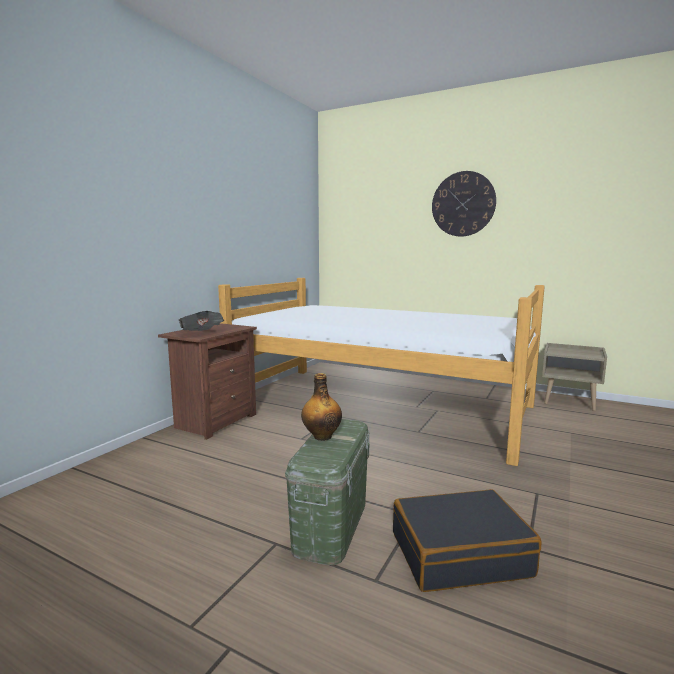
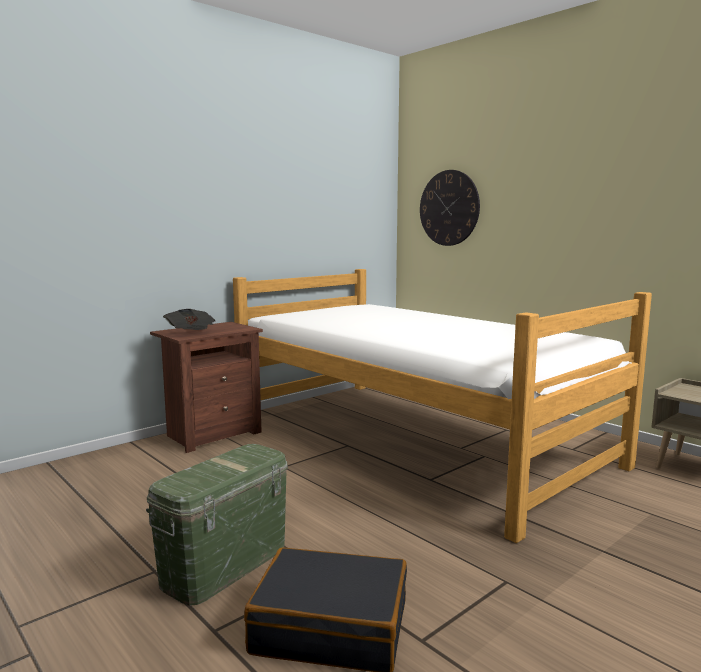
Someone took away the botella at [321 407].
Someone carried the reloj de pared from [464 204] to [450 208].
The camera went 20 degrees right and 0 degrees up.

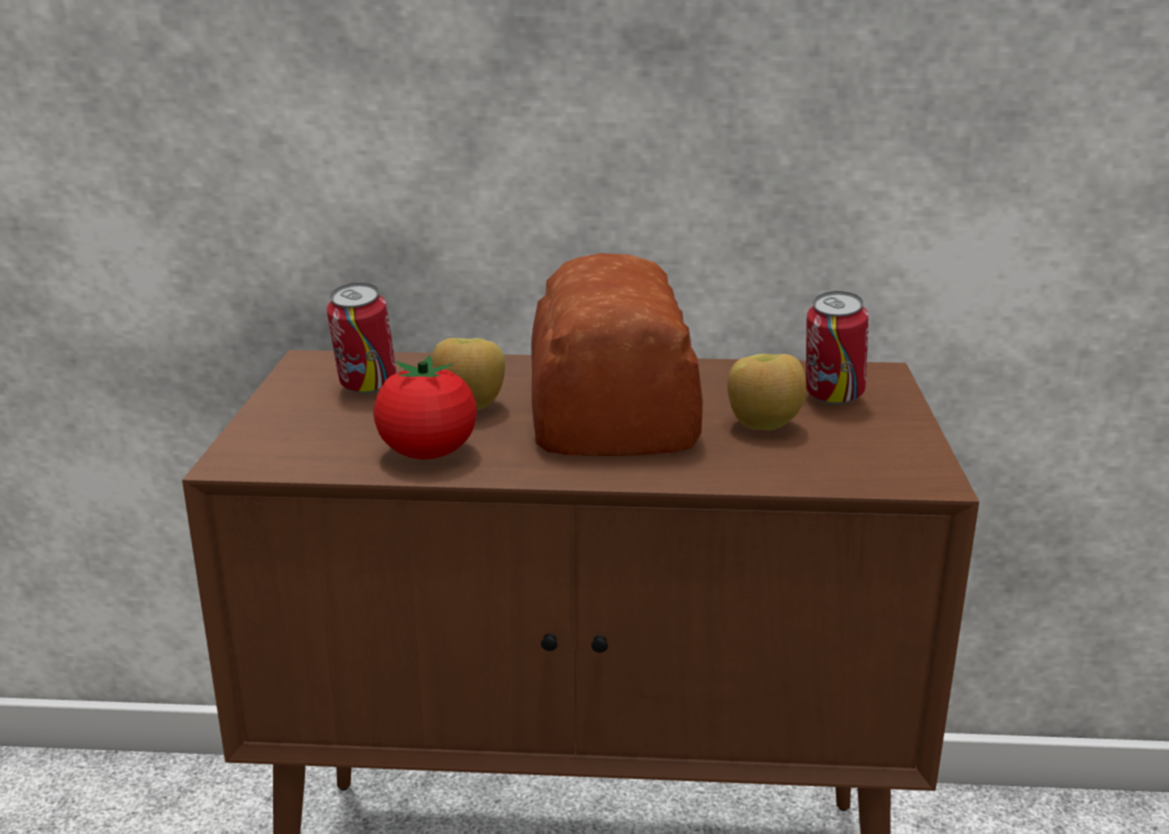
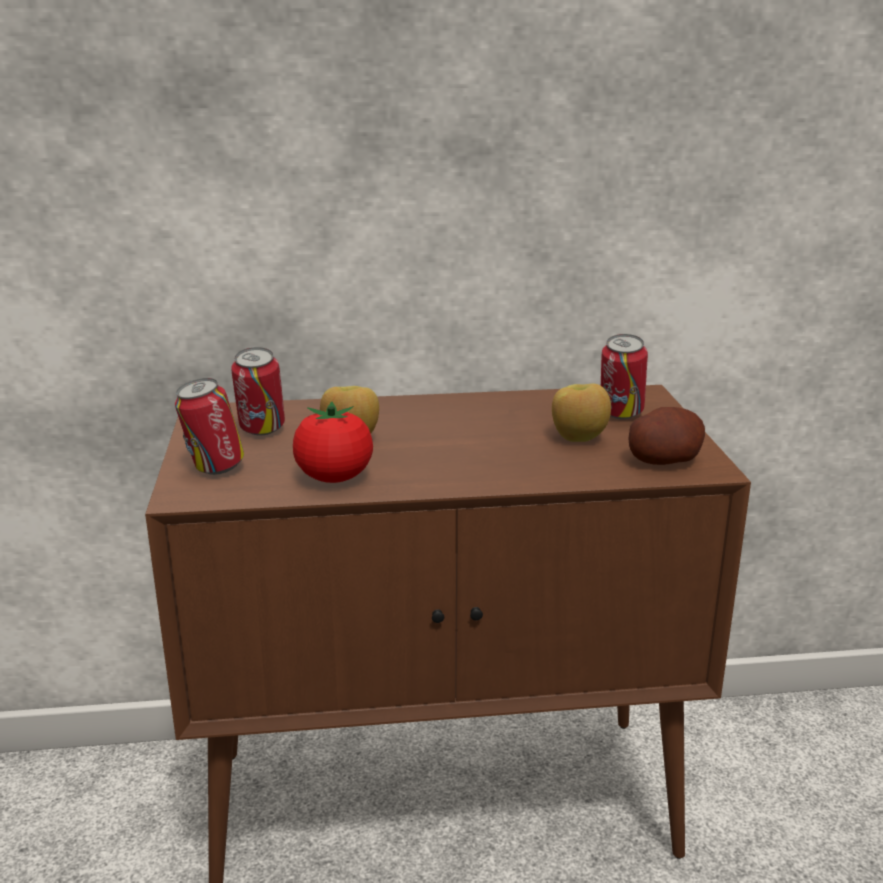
Someone took away the pan at [617 354].
Someone put down the lata at [209 426].
Someone put down the patata at [666 436].
The camera went 10 degrees left and 0 degrees up.

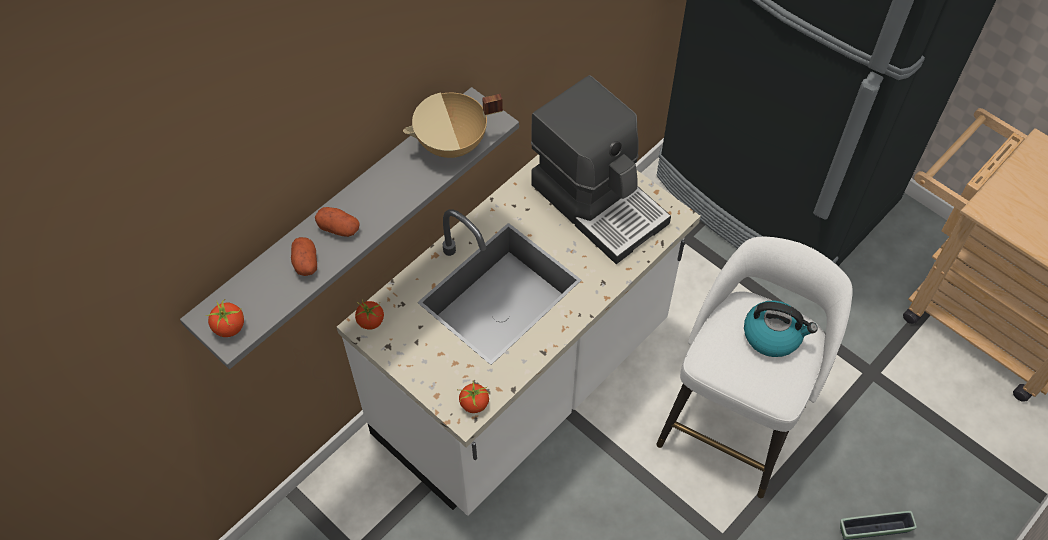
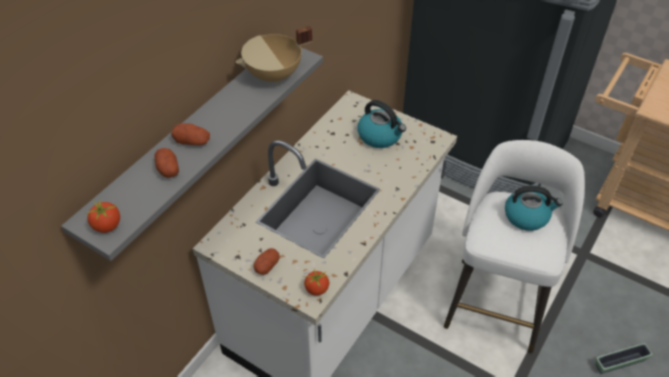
Someone took away the tomate at [369 314].
Someone swapped the cafetera at [601 169] for the hervidor at [382 124].
Someone put down the patata at [266 261].
The camera went 10 degrees left and 10 degrees down.

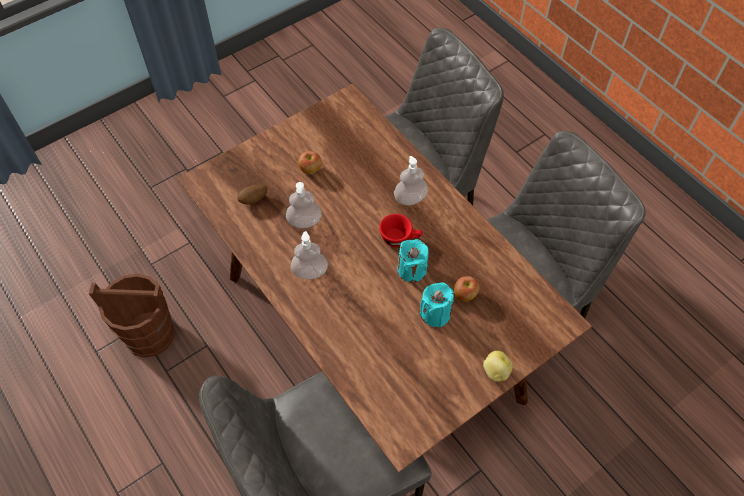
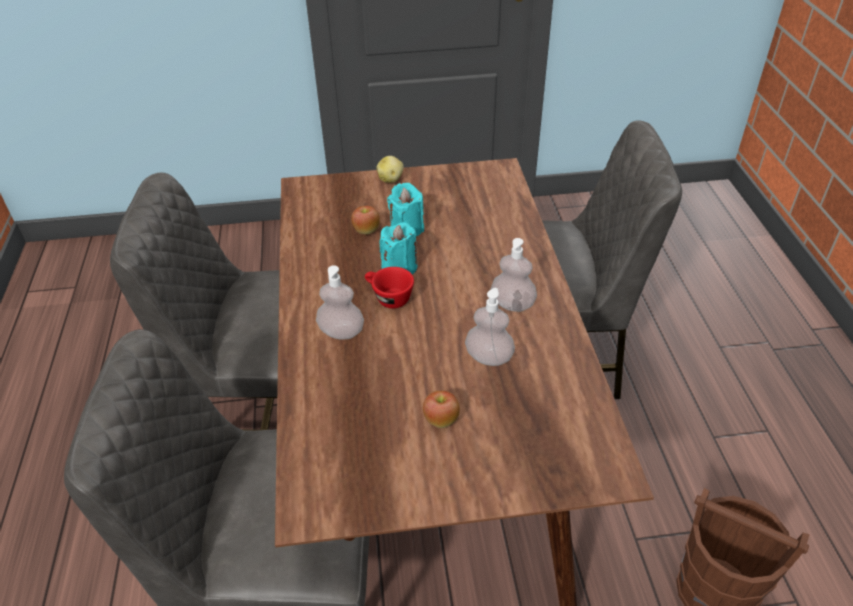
Someone took away the patata at [252 195].
The camera went 150 degrees left and 15 degrees down.

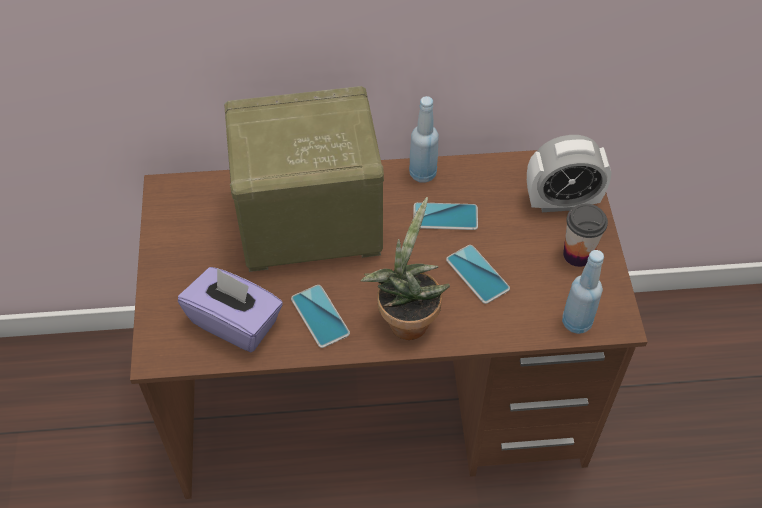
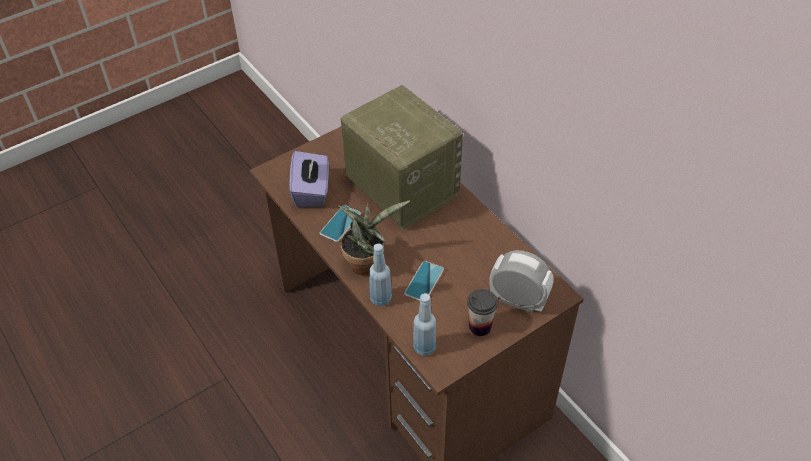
Someone carried the botella [azul] from [424 139] to [380 274].
Someone took away the móvil at [445 216].
Someone rotated the despertador at [569 173] by 150 degrees clockwise.
The camera went 60 degrees right and 5 degrees down.

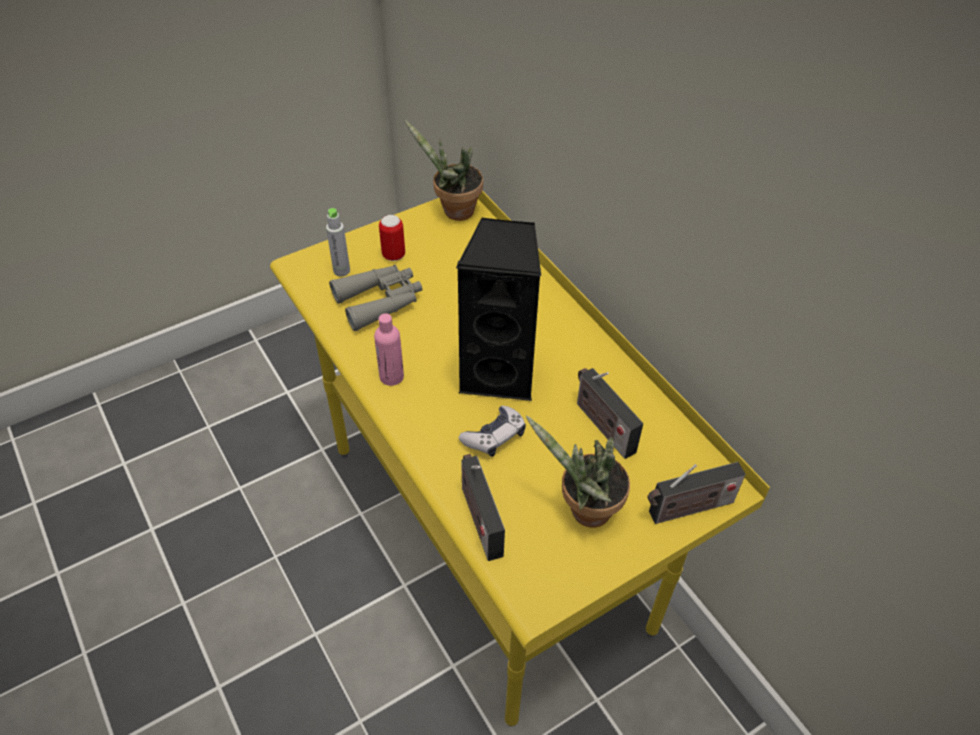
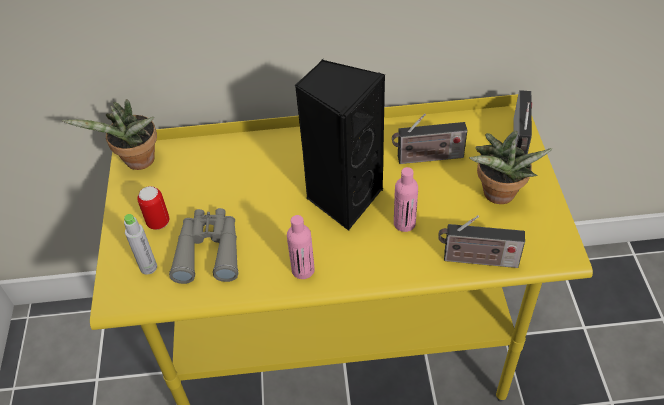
Someone swapped the mando de consola at [492 431] for the botella [rosa] at [406 199].
The camera went 60 degrees left and 0 degrees up.

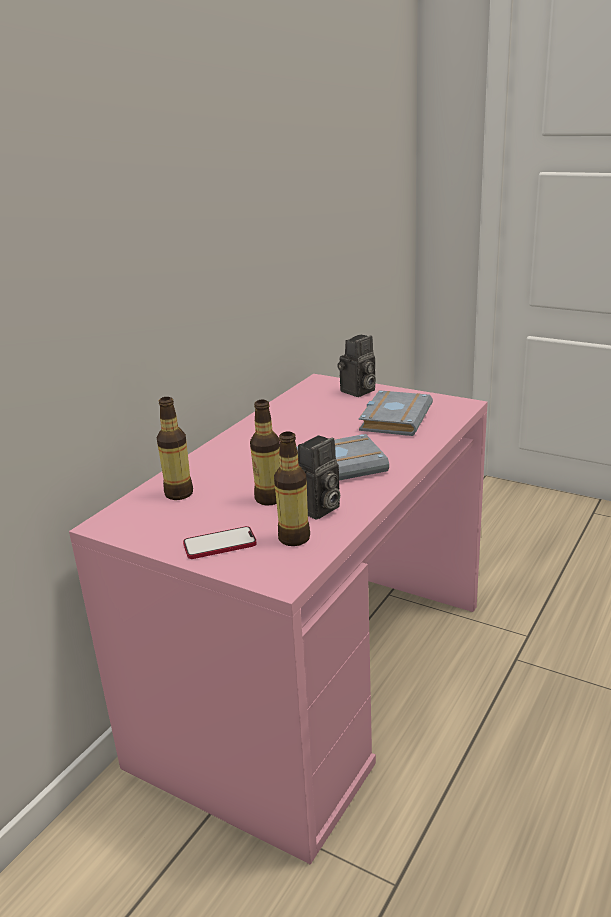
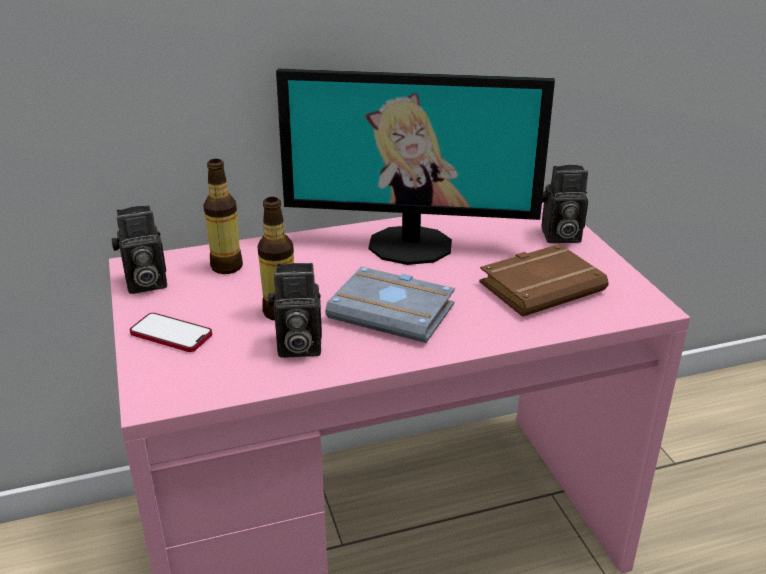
Someone took away the botella at [292 489].
Someone repainted the libro [gris] at [396 413], which became the libro [marrón] at [544 280].
Someone put down the cámara at [139 249].
Someone put down the monitor at [415 167].
The camera went 40 degrees right and 5 degrees up.

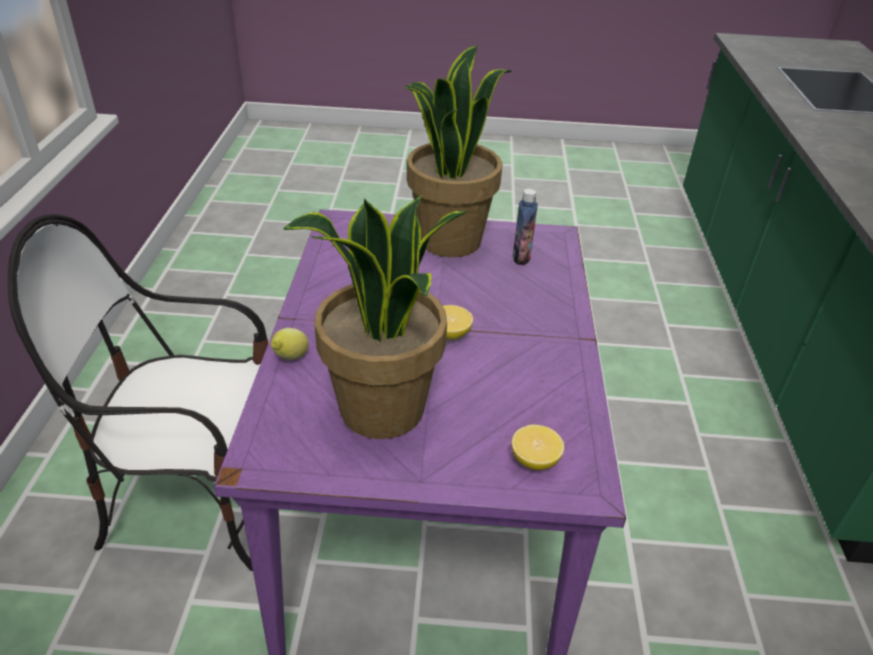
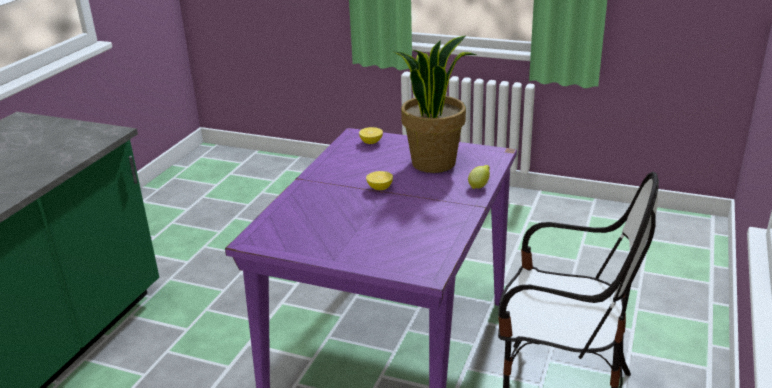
Someone took away the planta en maceta at [458 151].
Someone took away the botella at [525 227].
The camera went 160 degrees left and 10 degrees down.

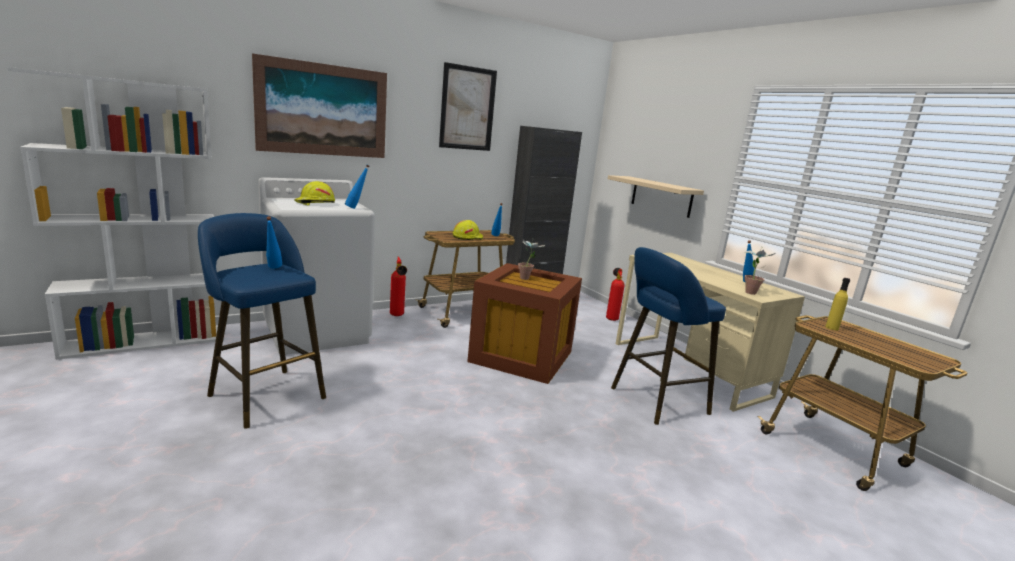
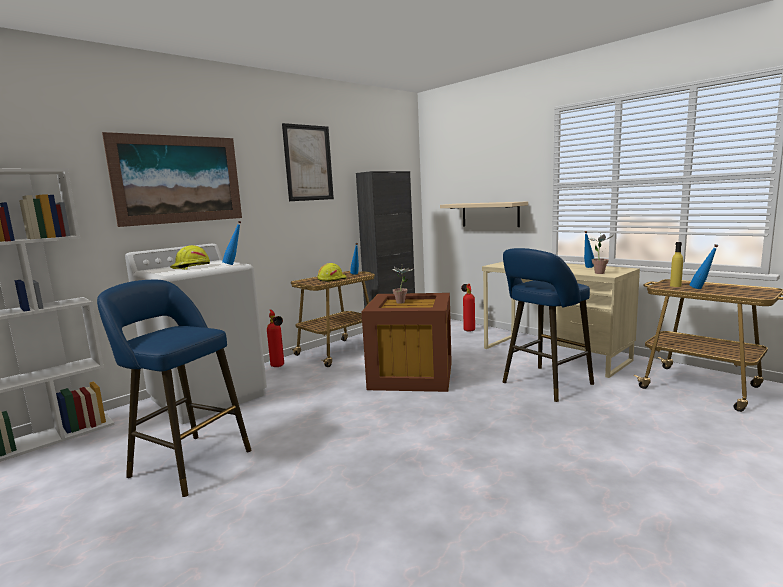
Someone carried the botella [azul] from [274 242] to [704 266].
The camera went 10 degrees left and 5 degrees down.

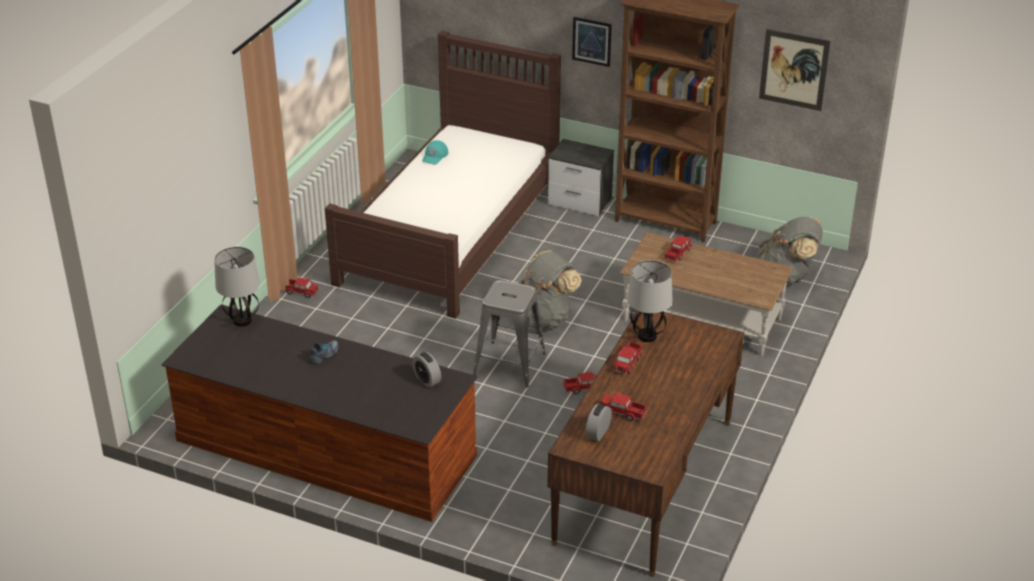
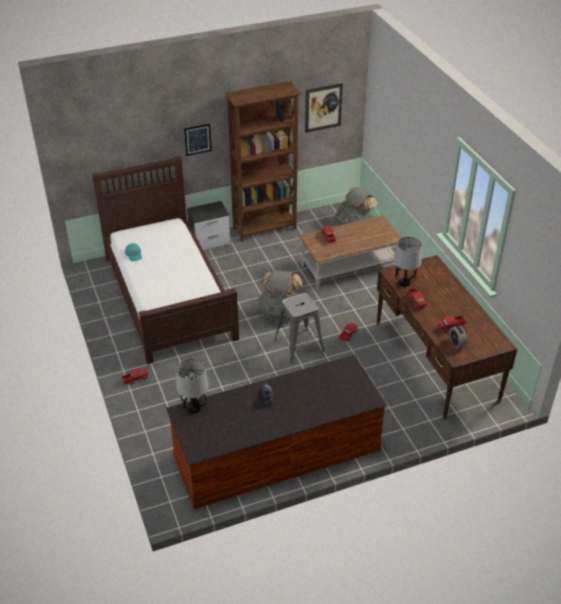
Someone took away the despertador at [427 370].
The camera went 45 degrees left and 5 degrees up.

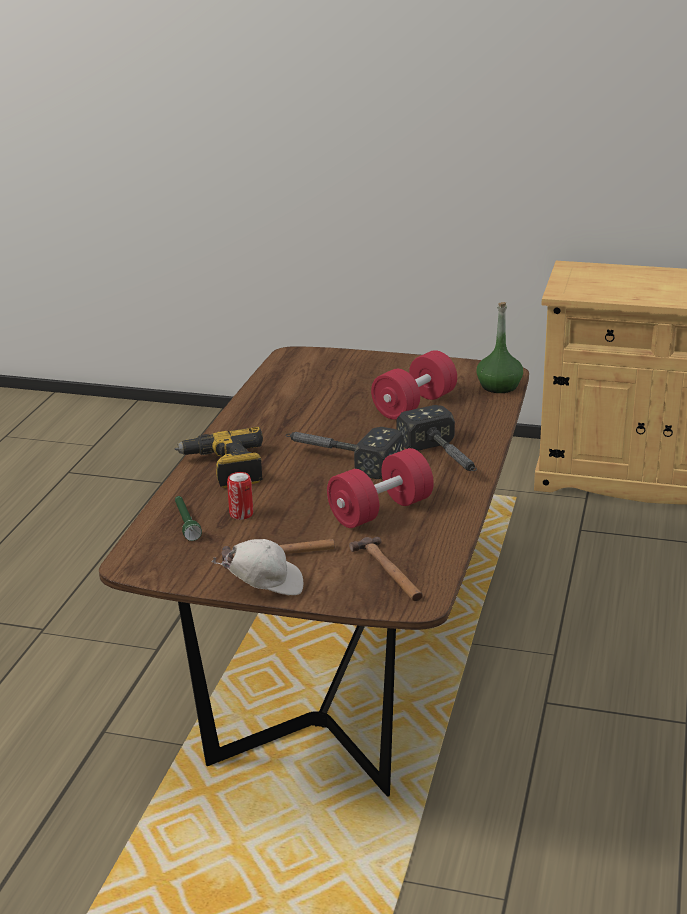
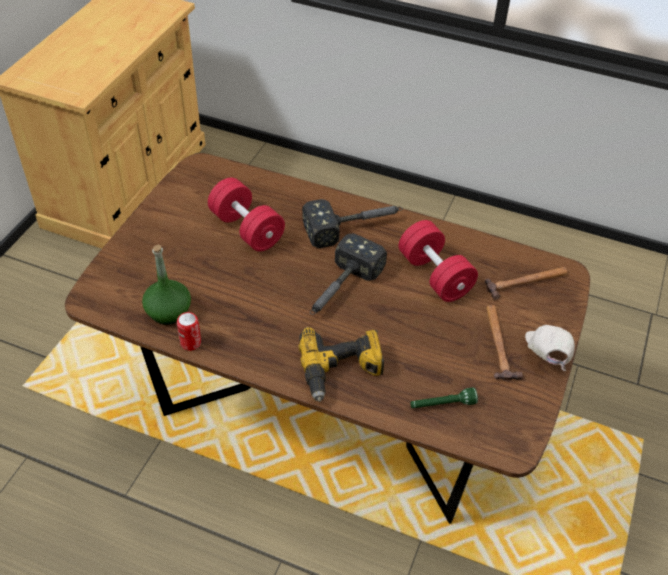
Someone carried the lata from [240 496] to [189 331].
Someone carried the botella [verde] from [499 347] to [166 284].
The camera went 85 degrees left and 20 degrees up.

